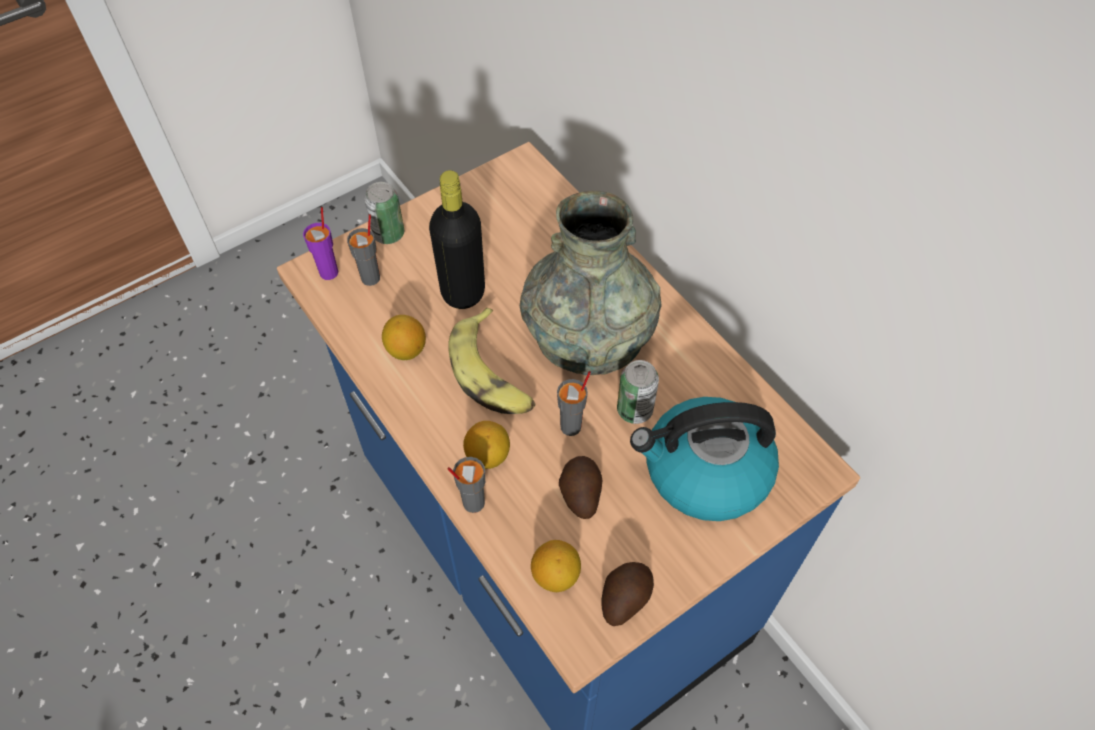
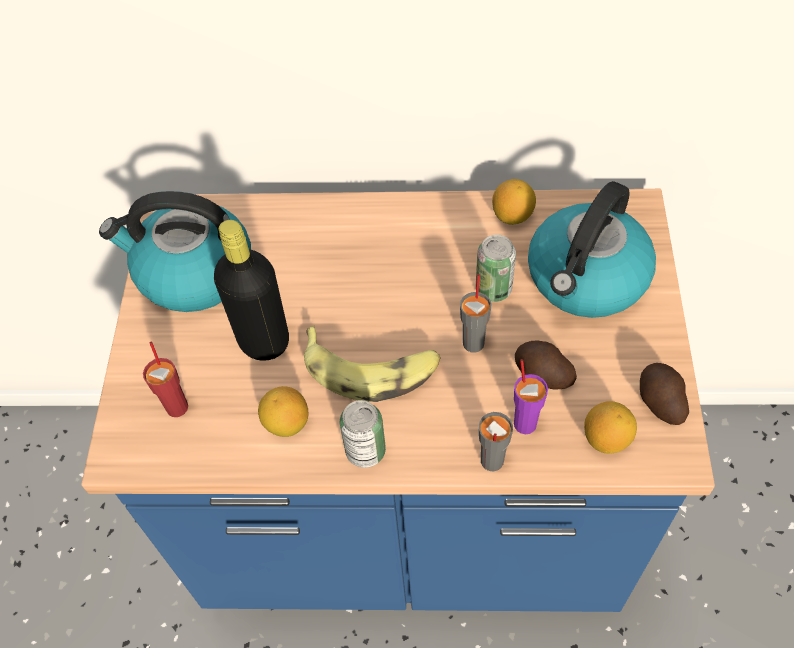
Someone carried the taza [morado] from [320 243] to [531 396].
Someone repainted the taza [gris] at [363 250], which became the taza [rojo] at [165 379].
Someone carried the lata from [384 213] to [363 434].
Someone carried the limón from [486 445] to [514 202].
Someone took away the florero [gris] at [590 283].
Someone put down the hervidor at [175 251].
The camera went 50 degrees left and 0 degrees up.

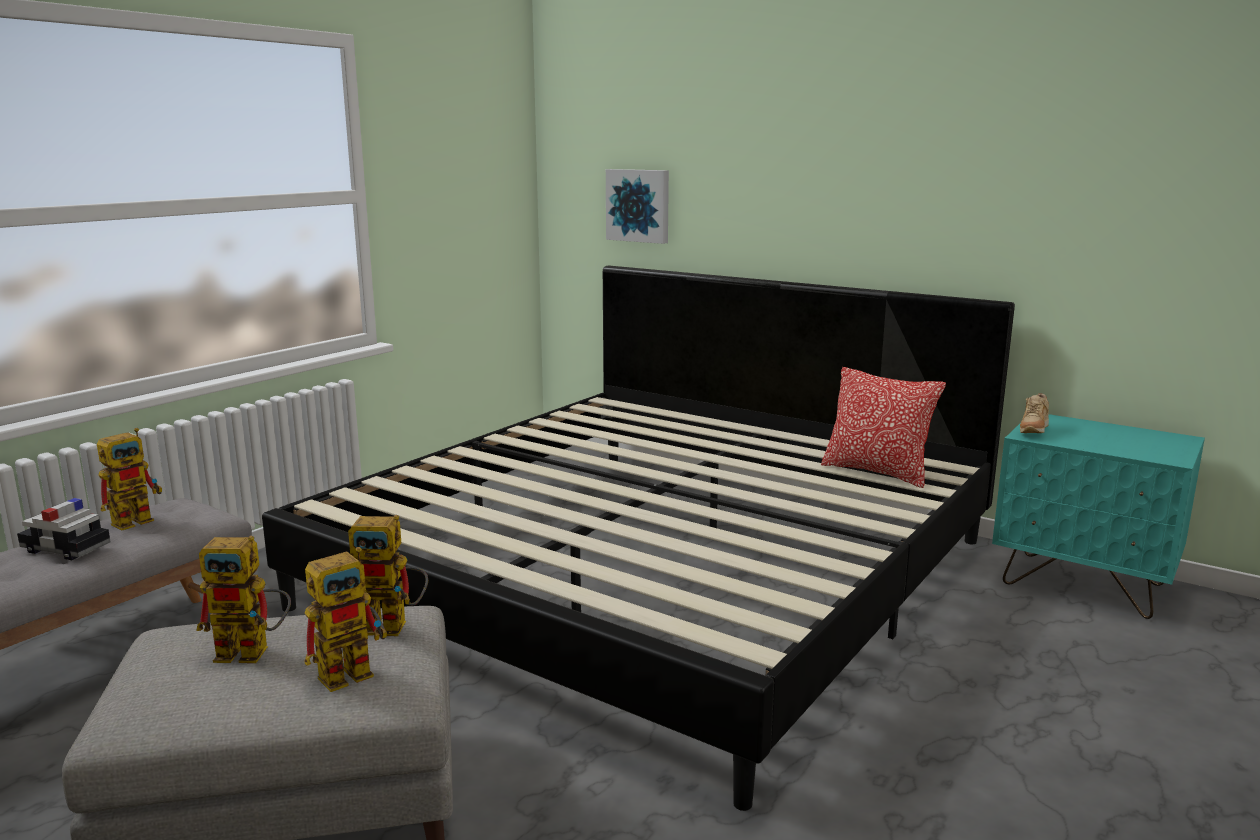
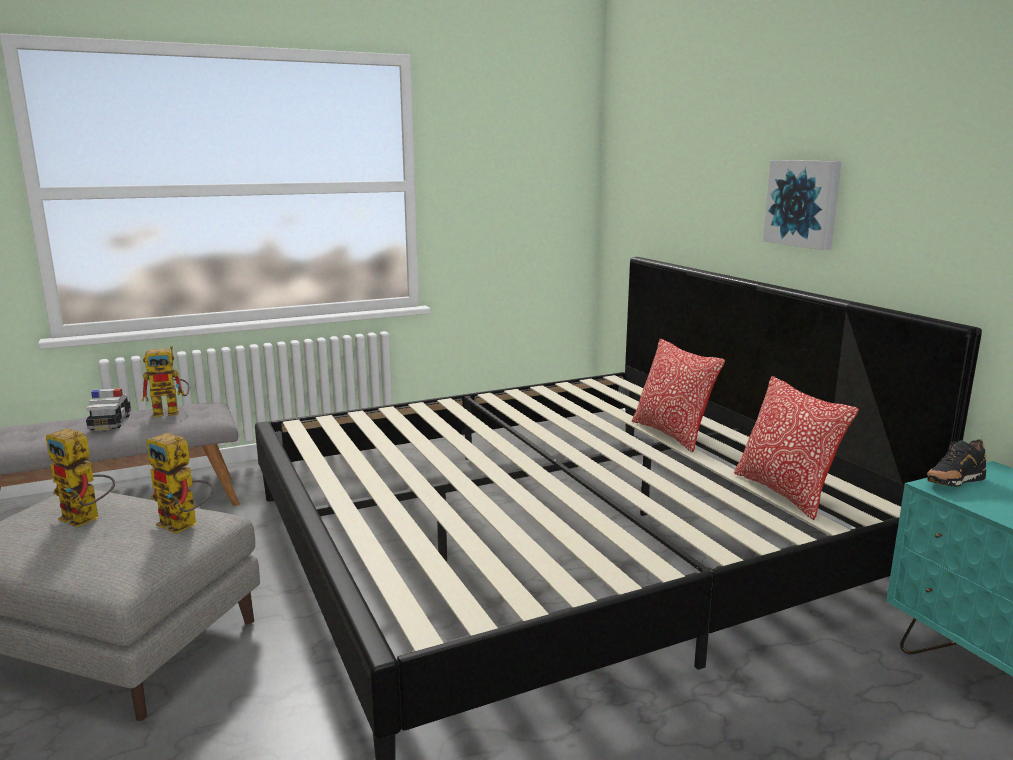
Someone rotated the coche de juguete at [64 529] by 150 degrees counterclockwise.
Someone took away the robot de juguete at [346 619].
Someone carried the cuadro from [637 206] to [802 205].
Someone repainted the zapato [beis] at [1034 413], which became the zapato [negro] at [956 463].
Someone put down the cojín at [678 395].
The camera went 30 degrees right and 0 degrees up.

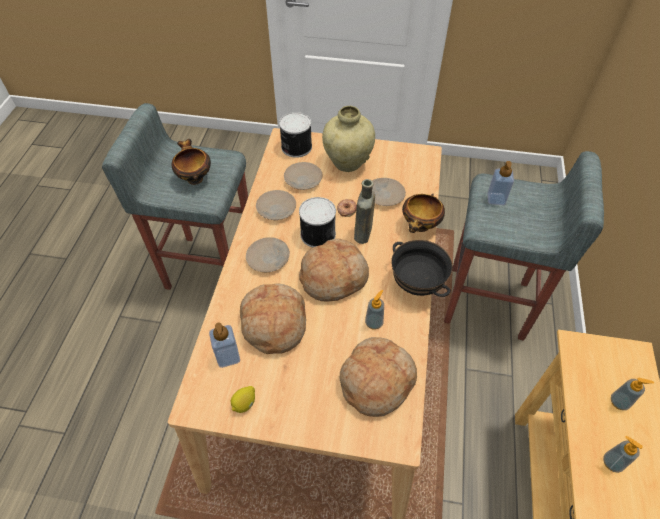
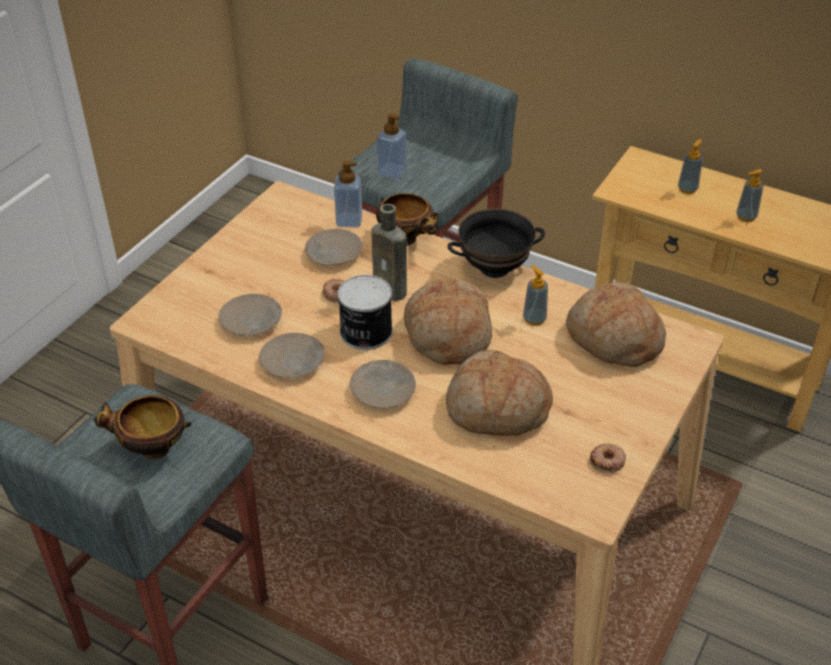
Someone carried the dispensador de jabón from [224 345] to [348 194].
Someone swapped the limón at [243 399] for the rosquilla at [608 458].
Someone took away the lata at [295 135].
Someone took away the florero [beis] at [348 139].
The camera went 70 degrees left and 10 degrees down.

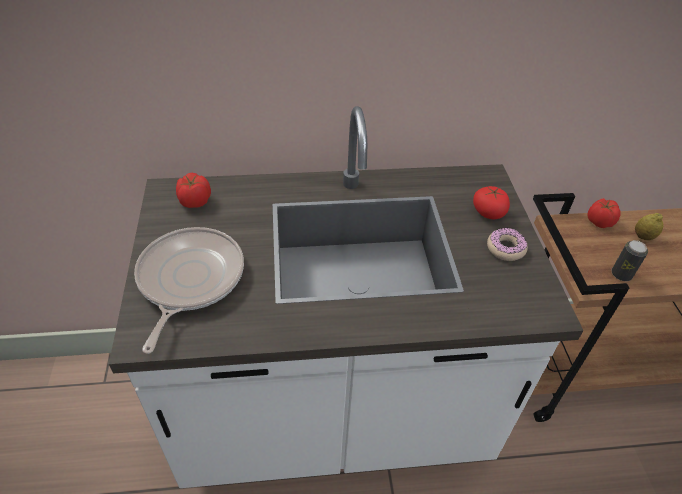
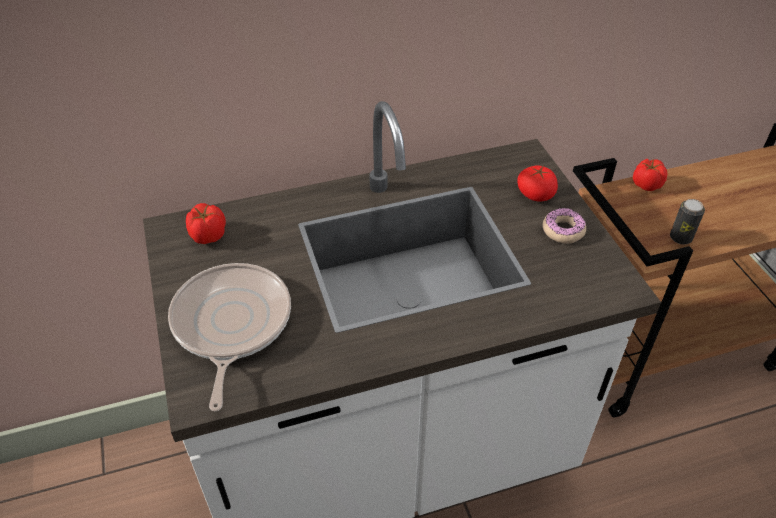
Someone took away the limón at [649 226].
The camera went 10 degrees left and 0 degrees up.

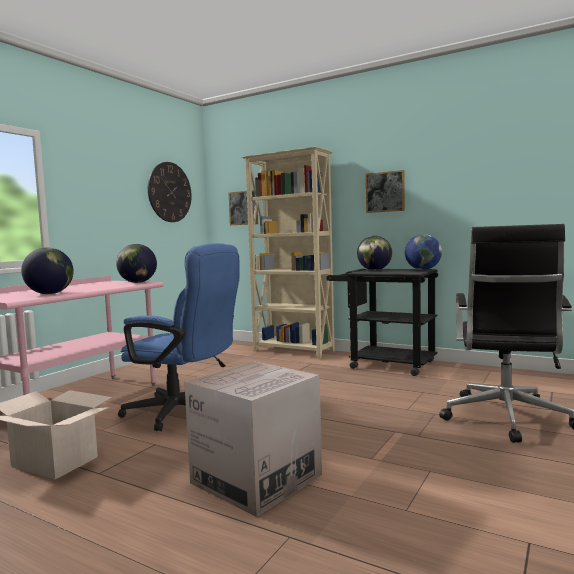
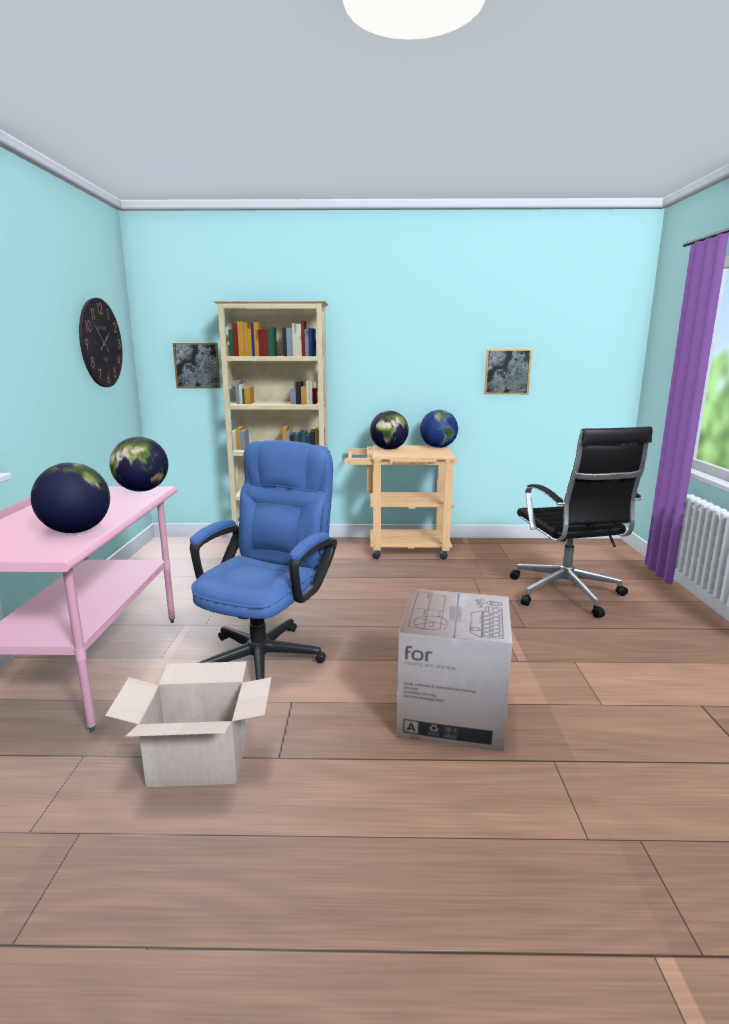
Someone rotated the silla de oficina [azul] at [179 337] by 60 degrees counterclockwise.
Someone repainted the carrito [negro] at [382 322], which became the carrito [beis] at [400 502].
Someone carried the cuadro from [385 191] to [508 371].
The camera went 30 degrees left and 10 degrees up.

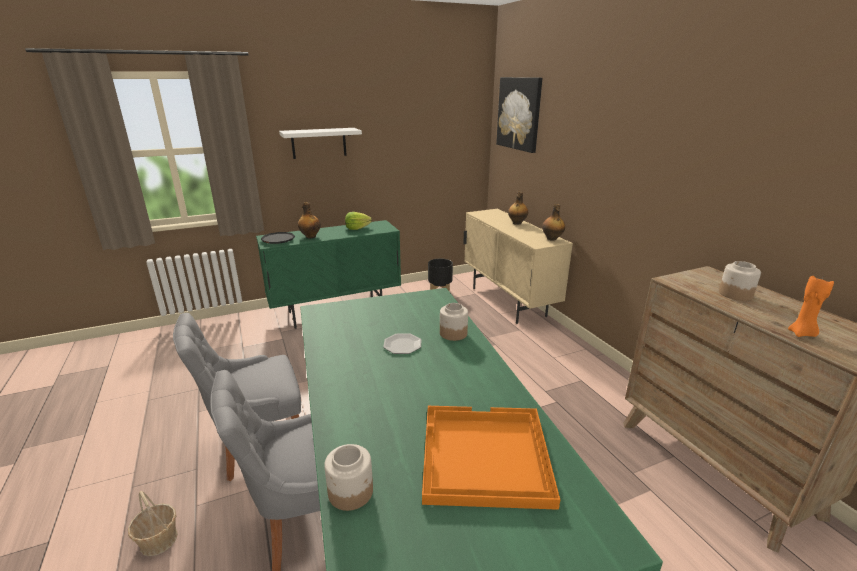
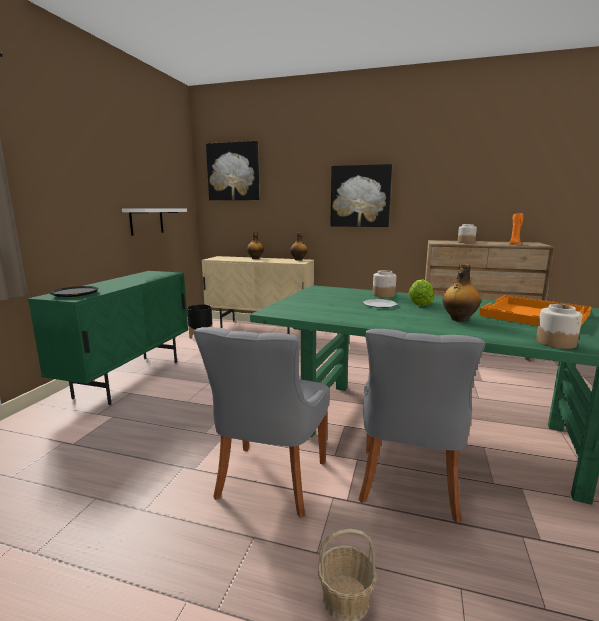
Someone carried the estante [blanco] from [320 143] to [154 221].
Someone carried the botella from [309 220] to [462 293].
Someone carried the lechuga from [358 221] to [421 292].
Someone put up the cuadro at [361 195].
The camera went 50 degrees left and 10 degrees down.

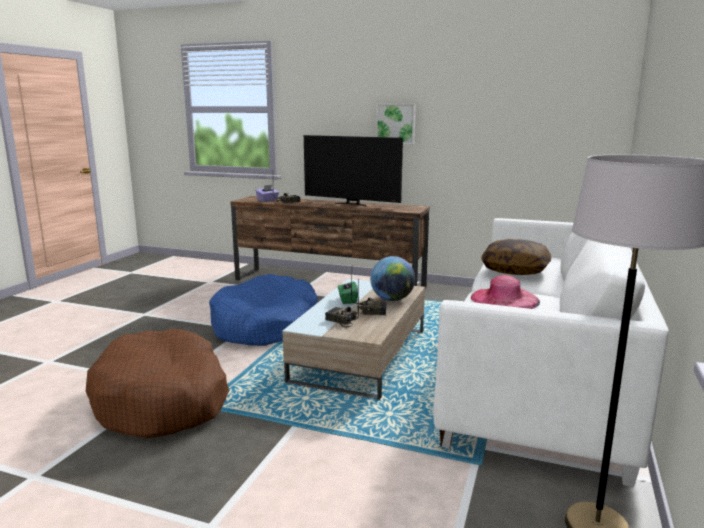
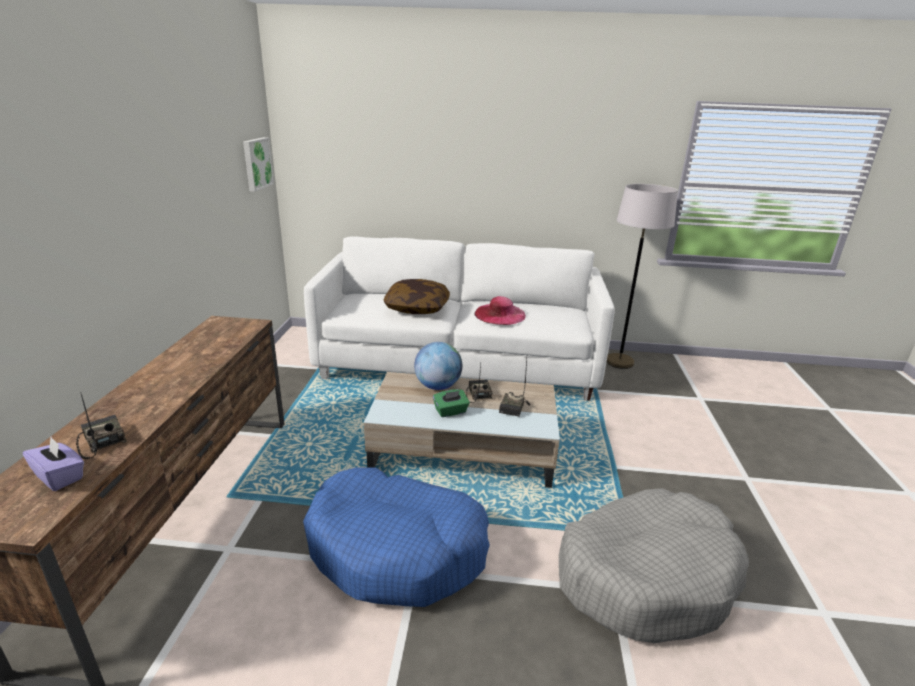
Someone repainted the cama para perro [marrón] at [157 383], which became the cama para perro [gris] at [654 565].
Someone took away the televisor at [353 170].
Someone carried the cuadro from [396 124] to [258 164].
The camera went 105 degrees left and 10 degrees up.

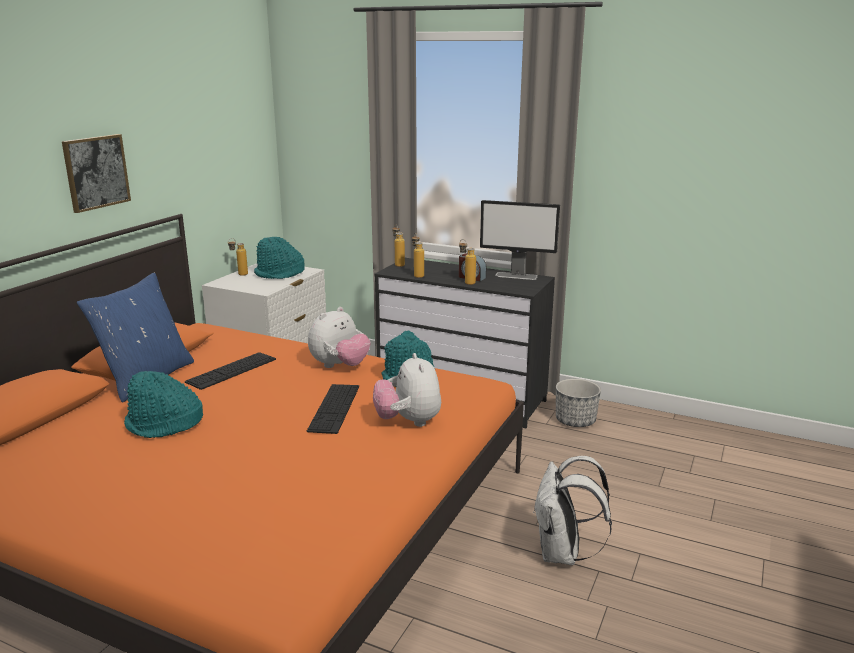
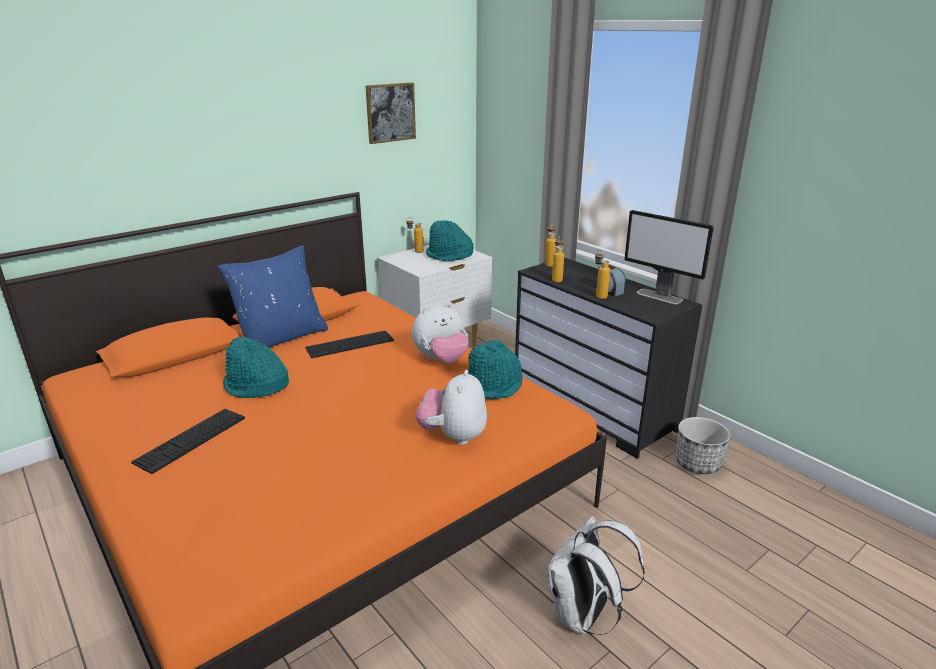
Someone carried the cuadro from [96 173] to [391 113].
Someone carried the teclado from [333 409] to [188 441].
The camera went 25 degrees right and 5 degrees up.

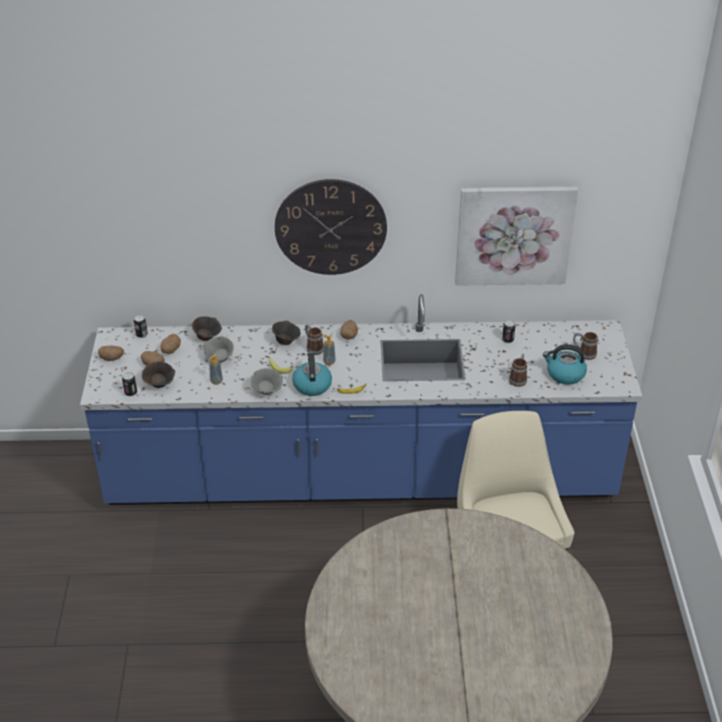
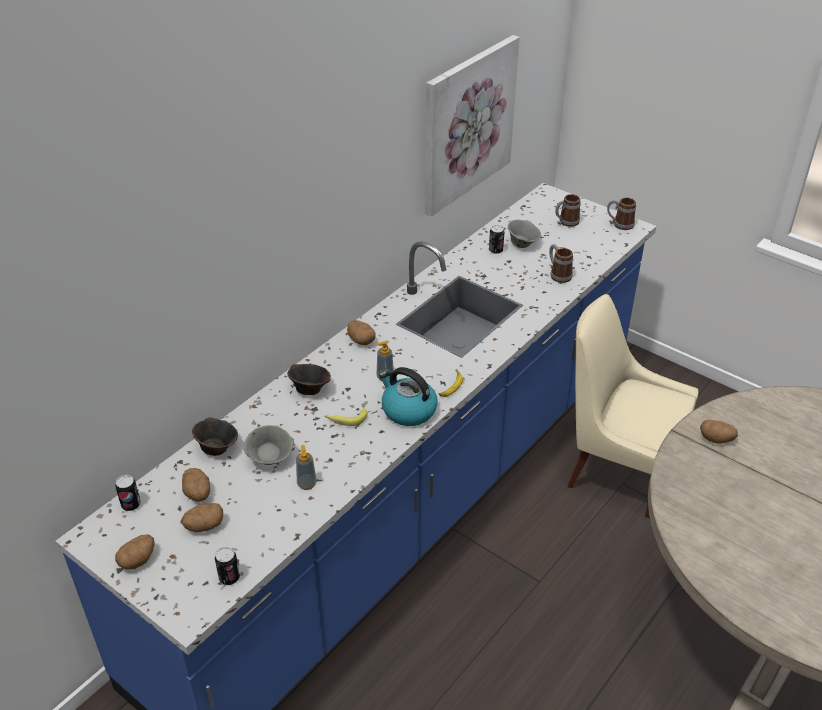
Someone took away the cuenco [marrón] at [158 375].
Someone carried the cuenco [gris] from [267 381] to [524 234].
Someone took away the reloj de pared at [331 227].
Someone carried the taza grande from [314 339] to [621 214].
Someone took away the hervidor at [565 364].
Someone put down the patata at [719 432].
The camera went 50 degrees left and 0 degrees up.

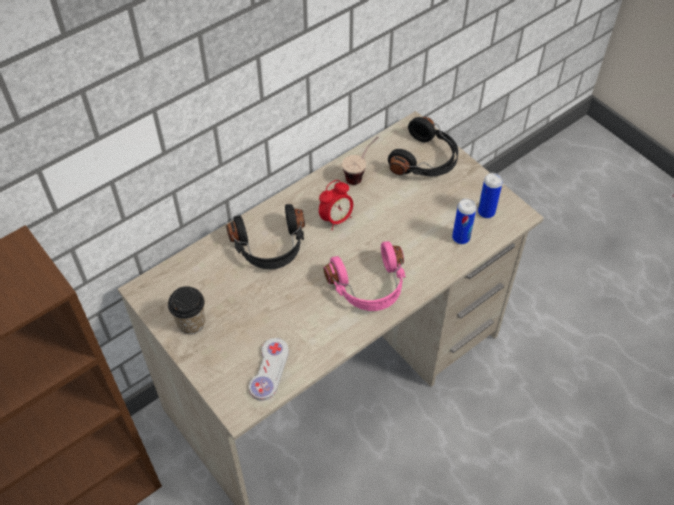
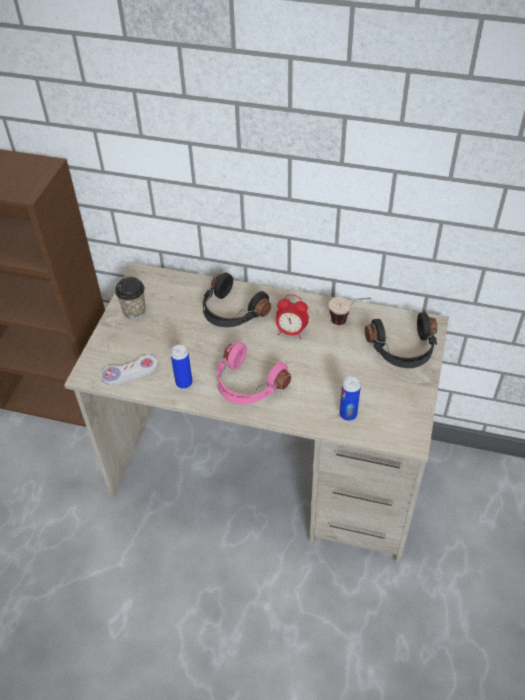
Someone carried the lata from [490 195] to [182 367].
The camera went 55 degrees right and 5 degrees down.

